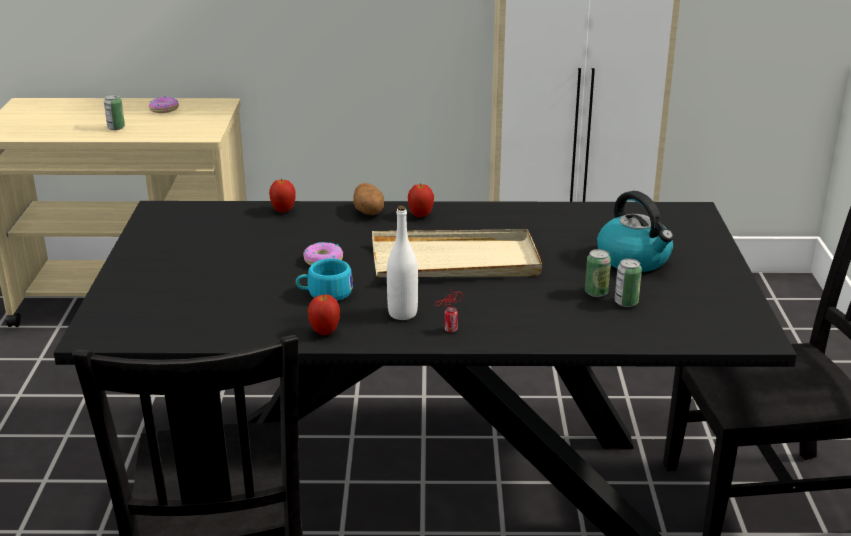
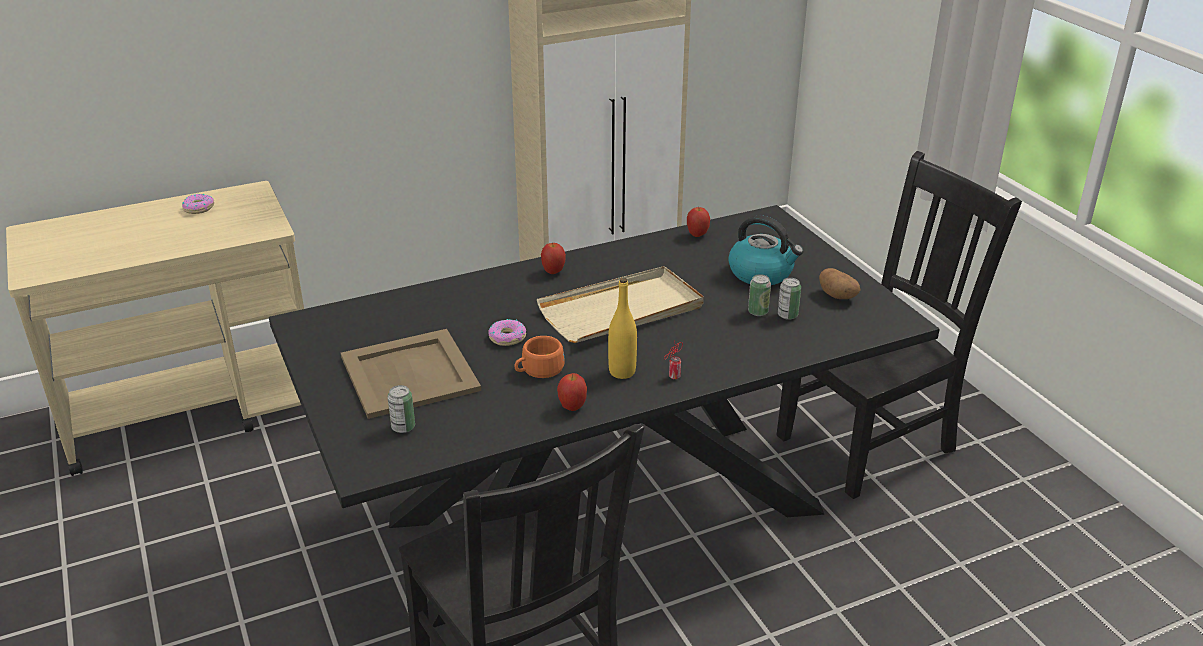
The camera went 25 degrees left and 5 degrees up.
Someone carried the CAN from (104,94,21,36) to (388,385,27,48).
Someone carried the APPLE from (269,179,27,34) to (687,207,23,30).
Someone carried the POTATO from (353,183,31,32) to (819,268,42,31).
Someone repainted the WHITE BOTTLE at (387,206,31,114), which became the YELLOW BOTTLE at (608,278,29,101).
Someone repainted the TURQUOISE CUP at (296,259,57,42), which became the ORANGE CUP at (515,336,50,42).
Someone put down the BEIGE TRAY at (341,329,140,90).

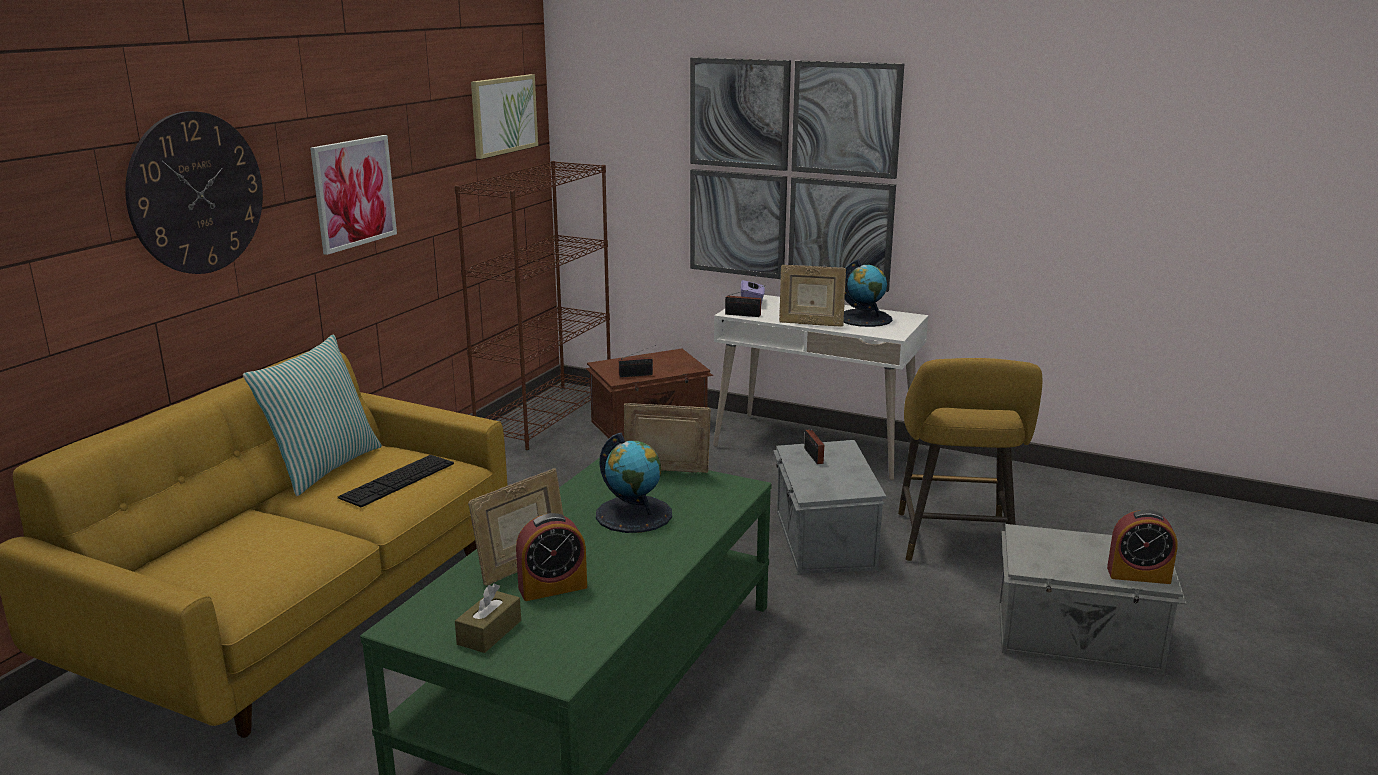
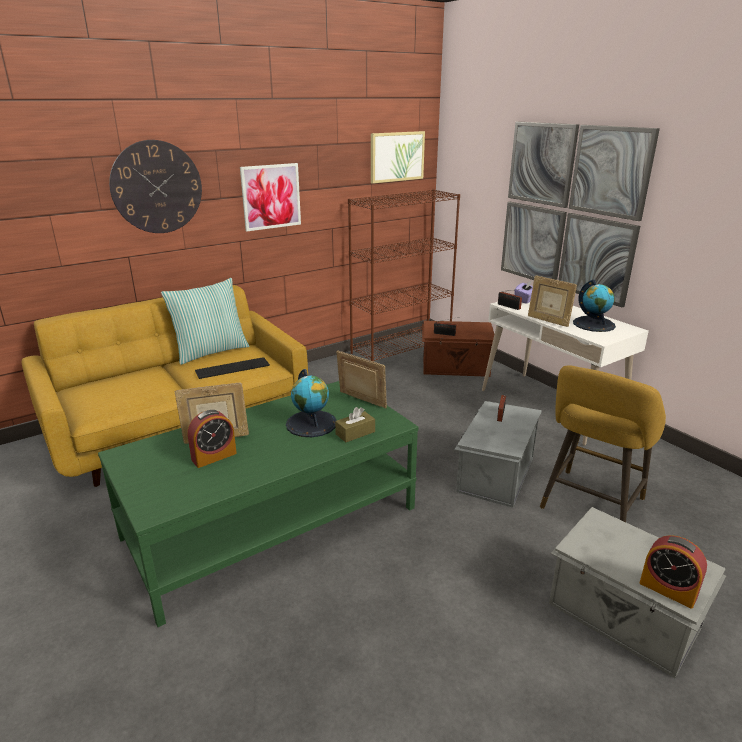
The camera went 30 degrees right and 5 degrees up.
Someone rotated the ALARM CLOCK at (516,513,71,88) by 45 degrees counterclockwise.
Someone carried the BROWN TISSUE BOX from (455,583,66,70) to (335,407,40,36).

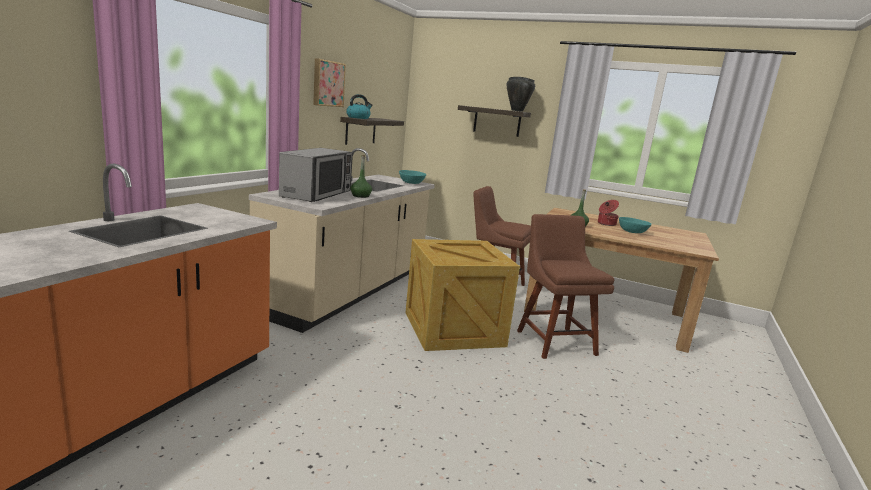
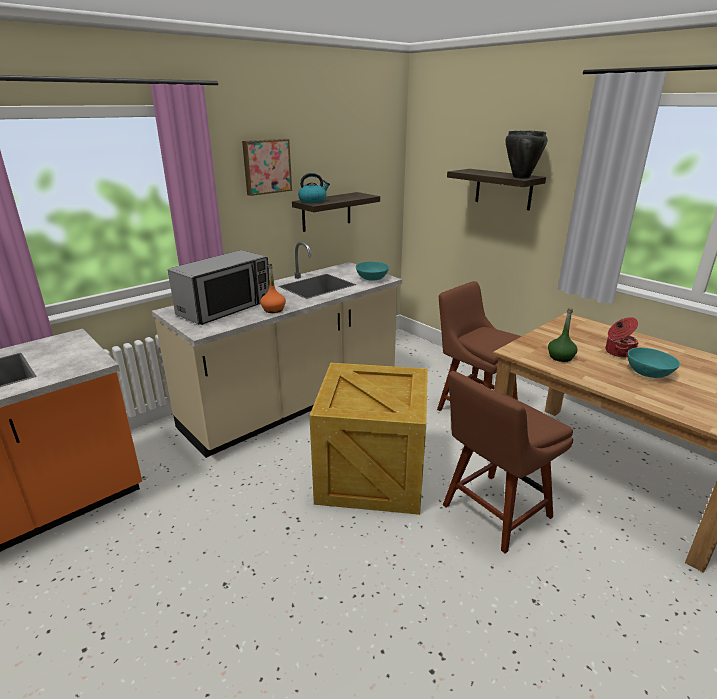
The camera went 25 degrees right and 10 degrees up.
Someone repainted the GREEN BOTTLE at (350,155,22,43), which became the ORANGE BOTTLE at (260,264,26,49).
Someone rotated the BROWN CHAIR at (517,214,97,145) by 135 degrees counterclockwise.

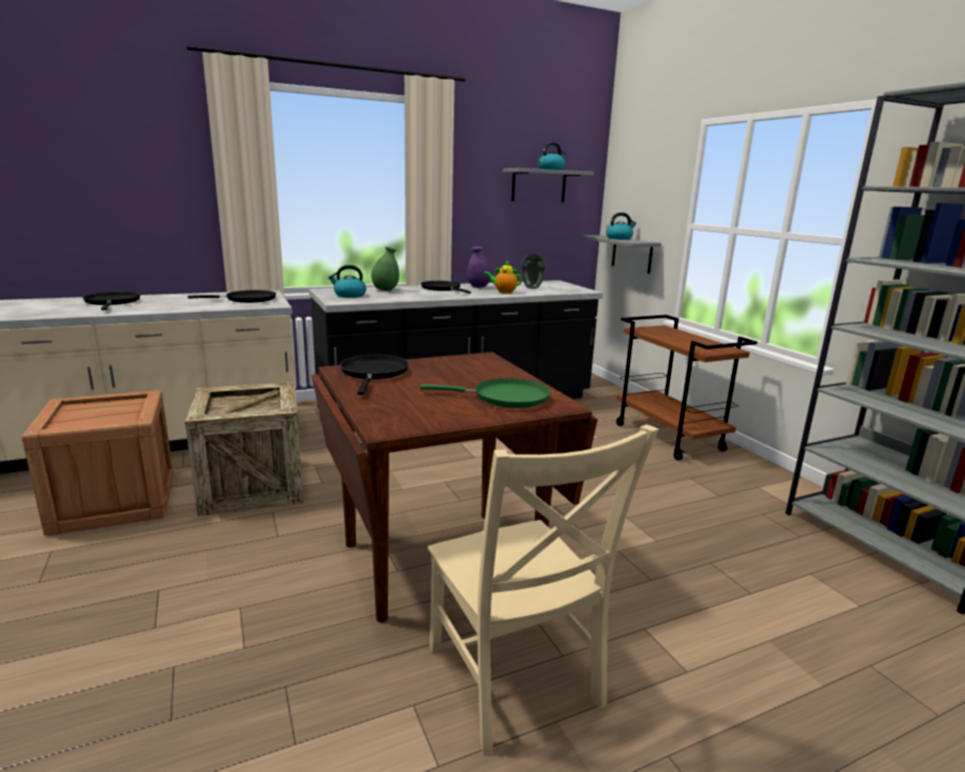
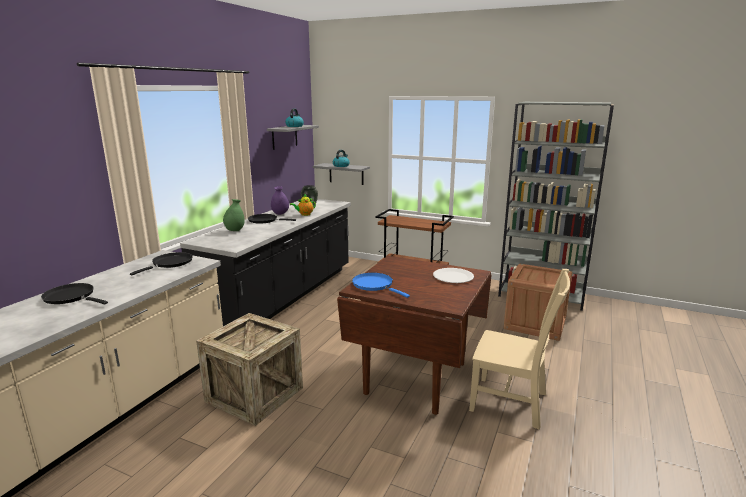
The camera went 40 degrees left and 0 degrees up.
Someone took away the KETTLE at (328,265,38,33).
Someone repainted the BLACK FRYING PAN at (340,355,69,40), which became the BLUE FRYING PAN at (352,273,58,25).
Someone swapped the GREEN FRYING PAN at (420,378,131,30) for the WHITE PLATE at (433,268,41,15).
Someone carried the CRATE from (22,390,151,146) to (504,264,68,77).

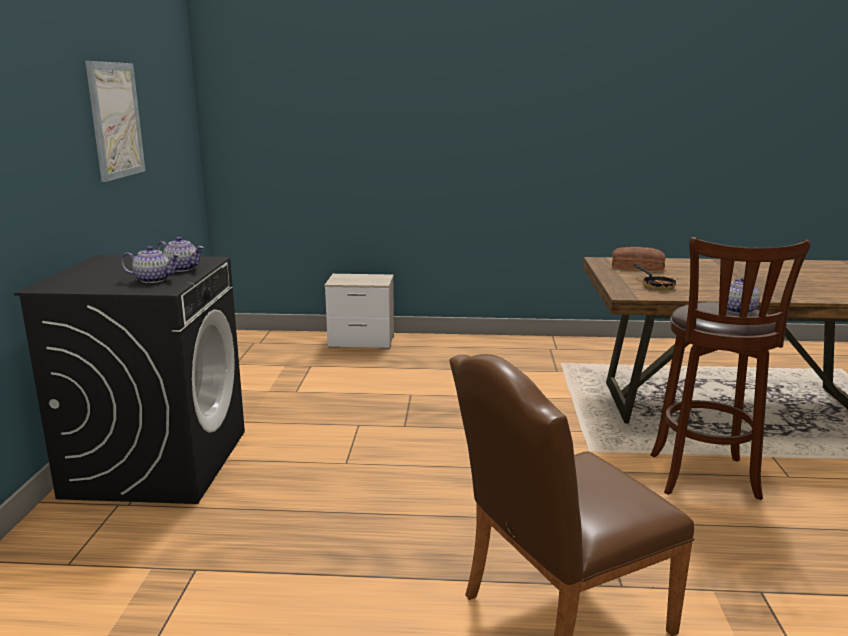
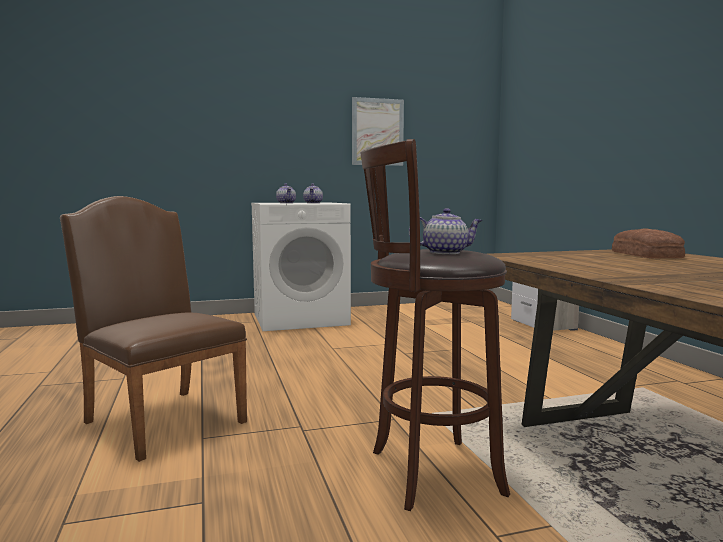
The camera went 70 degrees right and 10 degrees down.
Someone repainted the BLACK WASHING MACHINE at (14,255,231,249), which became the WHITE WASHING MACHINE at (251,203,100,128).
Someone took away the FRYING PAN at (634,264,42,26).

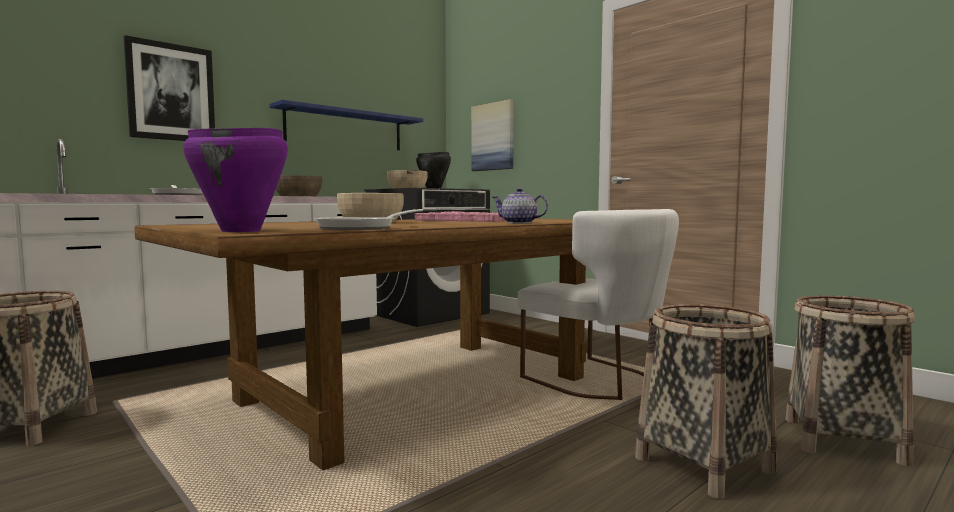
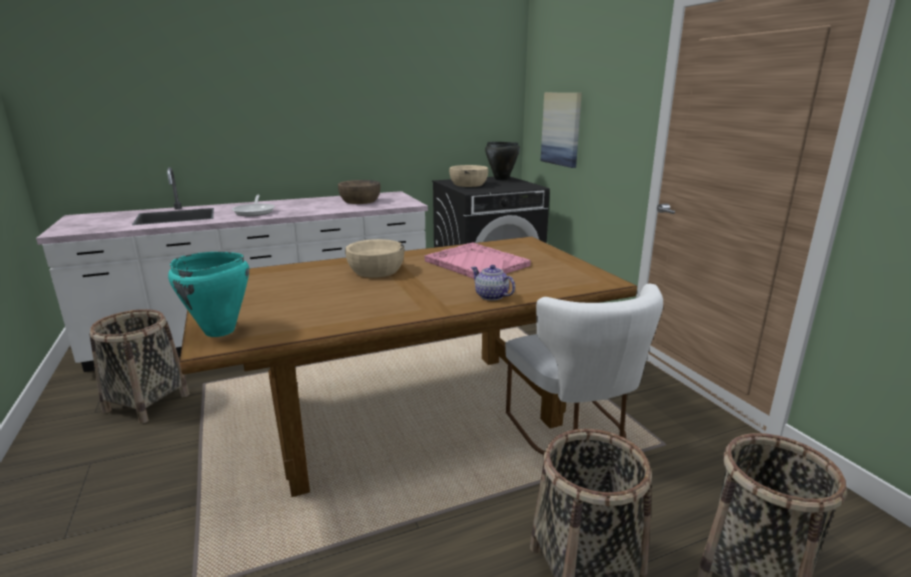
The camera went 20 degrees right and 15 degrees up.
Someone took away the PICTURE at (124,35,91,106).
Someone took away the BLUE SHELF at (269,100,154,50).
Someone repainted the PURPLE COOKING POT at (183,128,105,104), which became the TURQUOISE COOKING POT at (168,252,81,85).
Someone took away the FRYING PAN at (314,209,110,21).

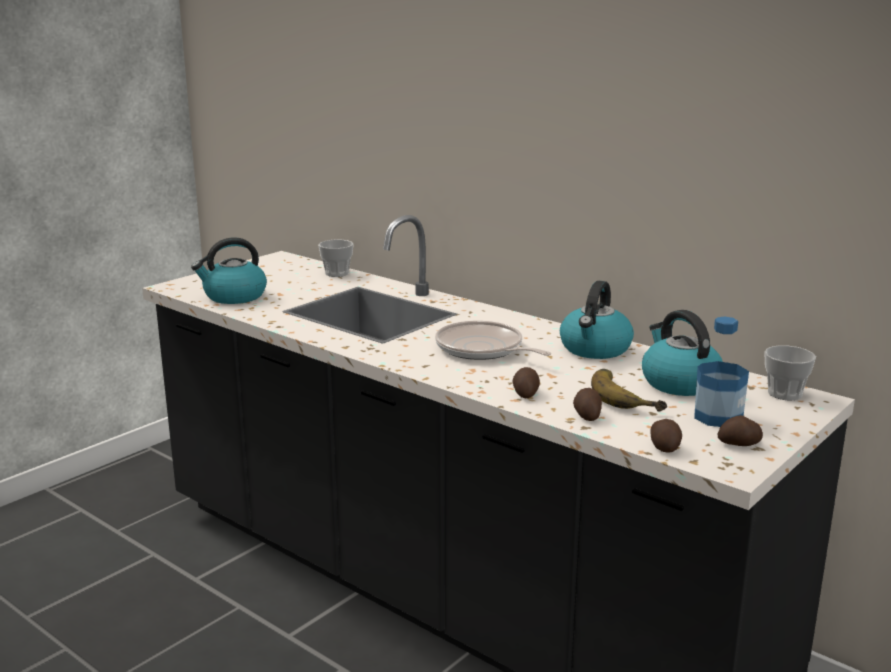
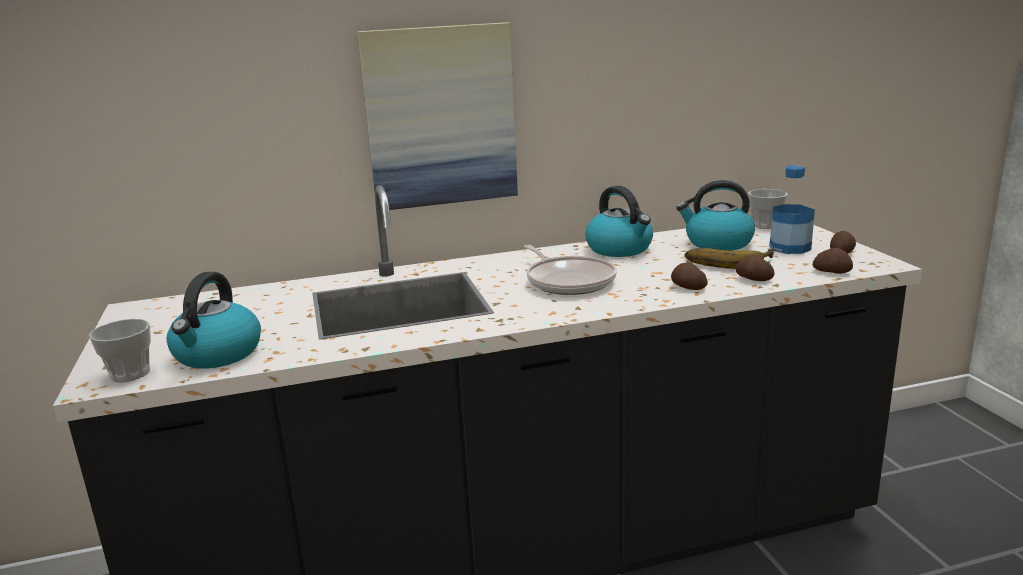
The camera went 55 degrees left and 0 degrees up.
Someone carried the CUP from (318,240,36,37) to (89,319,62,63).
Someone rotated the FRYING PAN at (435,321,116,39) by 105 degrees counterclockwise.
Someone put up the PICTURE at (357,22,161,188).

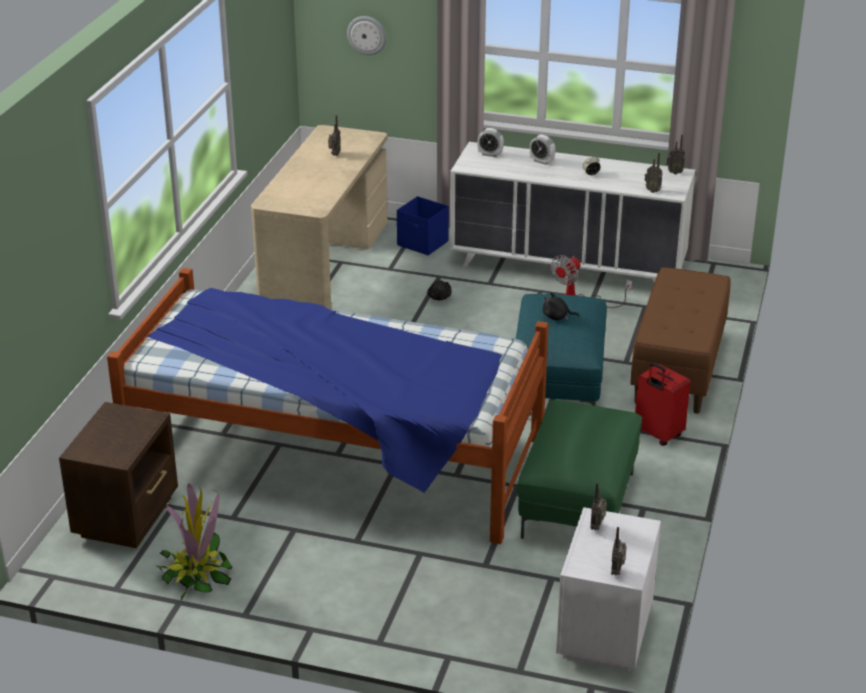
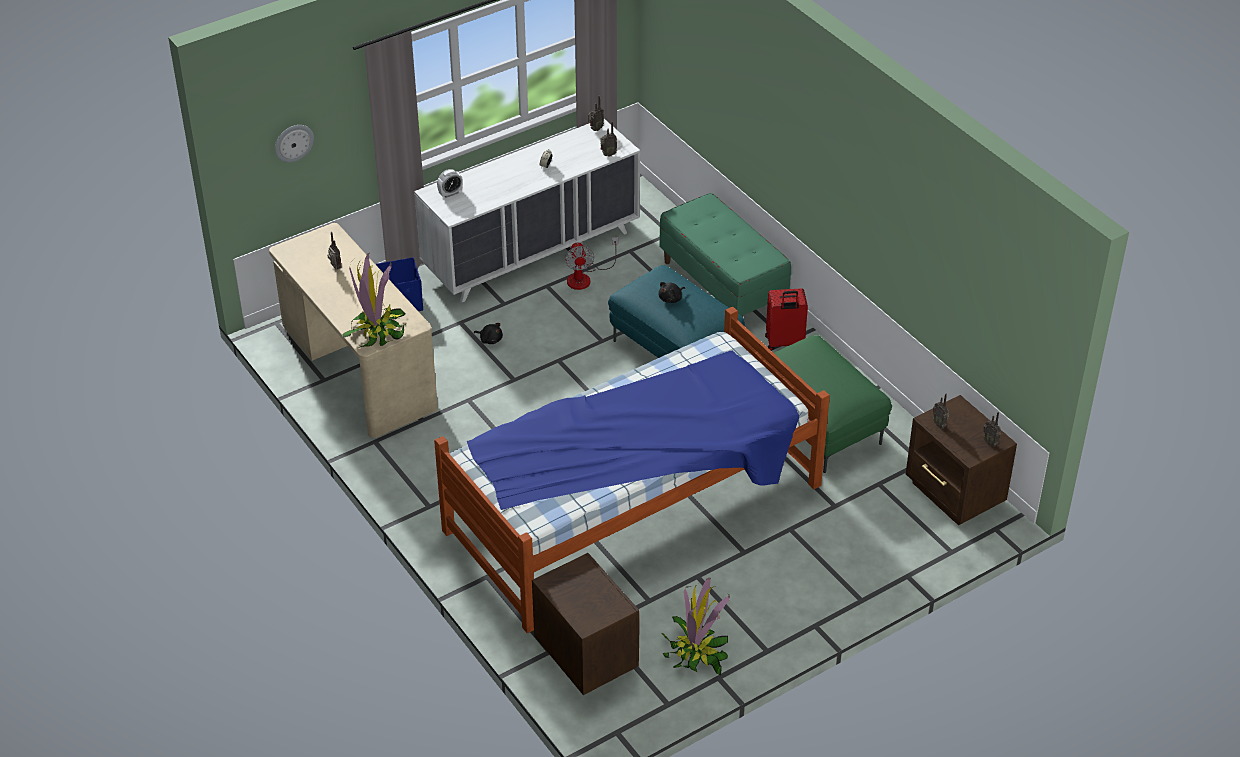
The camera went 50 degrees left and 10 degrees up.
Someone took away the ALARM CLOCK at (530,135,26,30).
Someone repainted the BROWN BENCH at (630,267,101,147), which became the GREEN BENCH at (660,193,131,124).
Someone repainted the WHITE NIGHTSTAND at (556,507,105,164), which became the BROWN NIGHTSTAND at (906,395,111,131).
Someone put down the POTTED PLANT at (343,252,63,96).

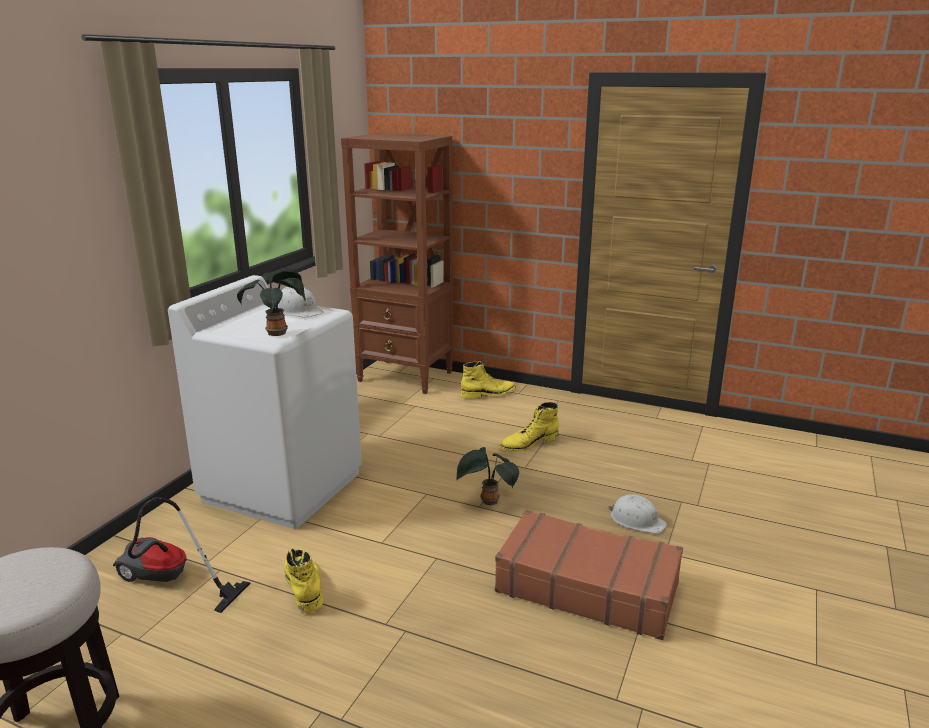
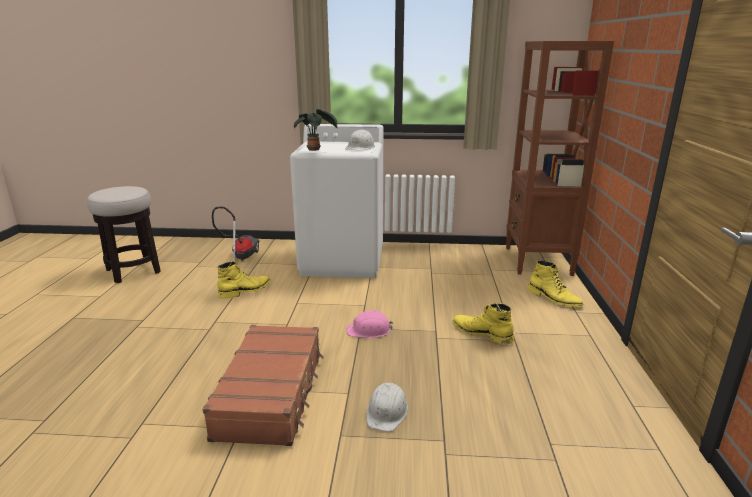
The camera went 70 degrees right and 0 degrees up.
Someone swapped the POTTED PLANT at (457,447,62,58) for the PINK HARD HAT at (346,310,47,28).

